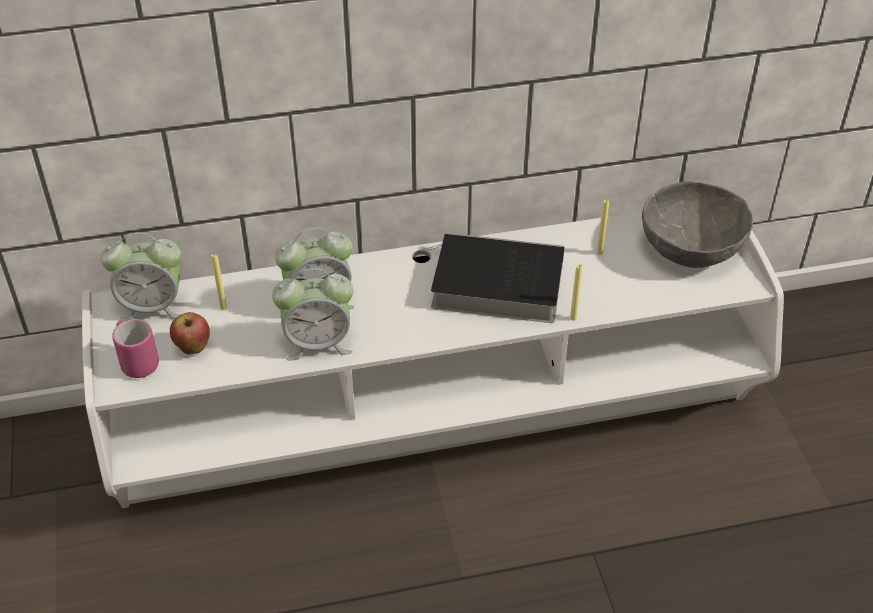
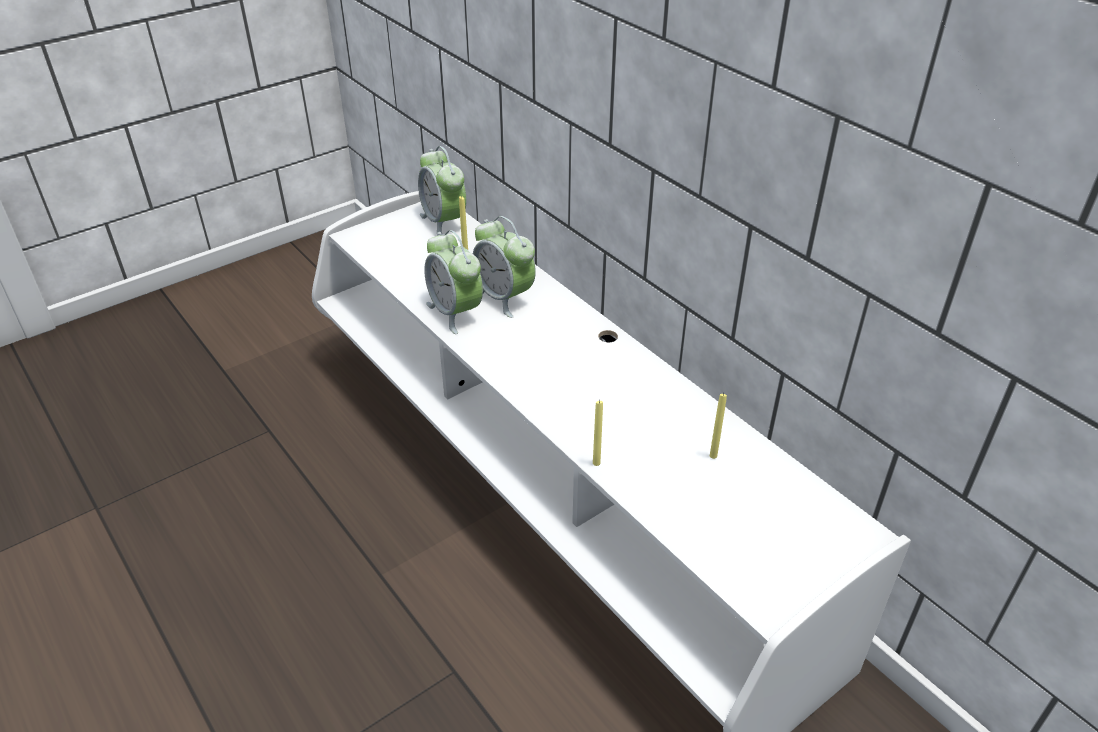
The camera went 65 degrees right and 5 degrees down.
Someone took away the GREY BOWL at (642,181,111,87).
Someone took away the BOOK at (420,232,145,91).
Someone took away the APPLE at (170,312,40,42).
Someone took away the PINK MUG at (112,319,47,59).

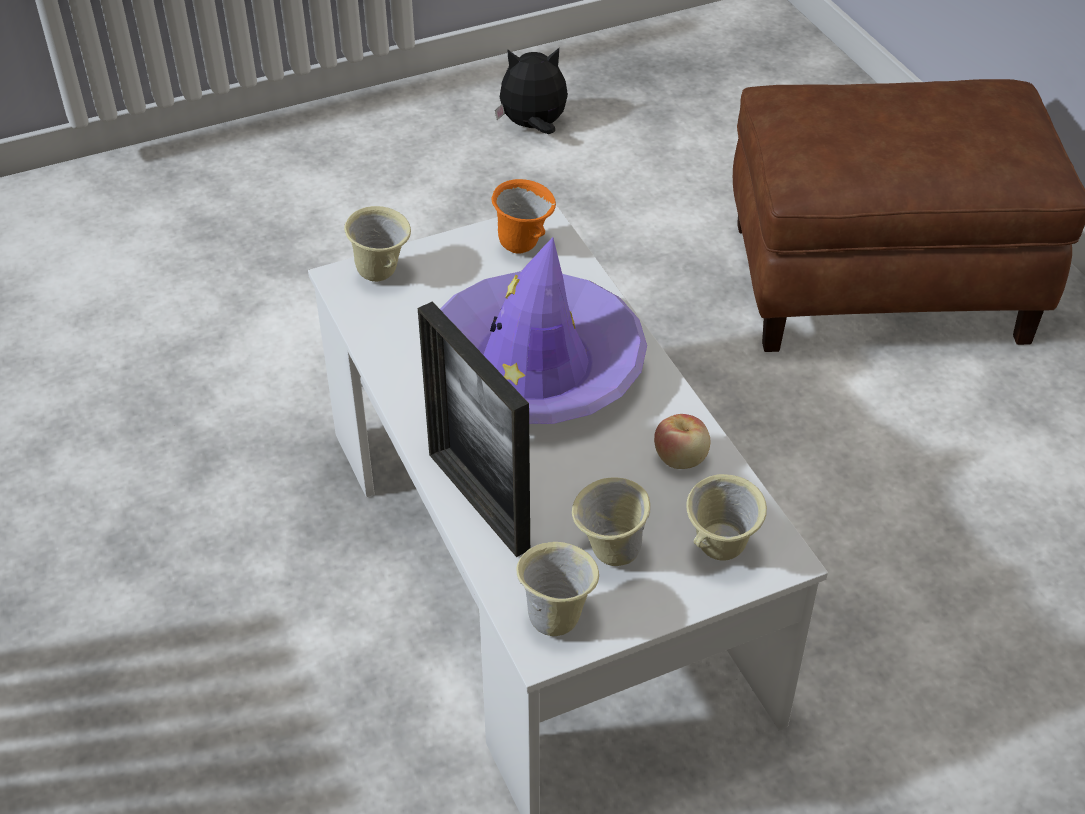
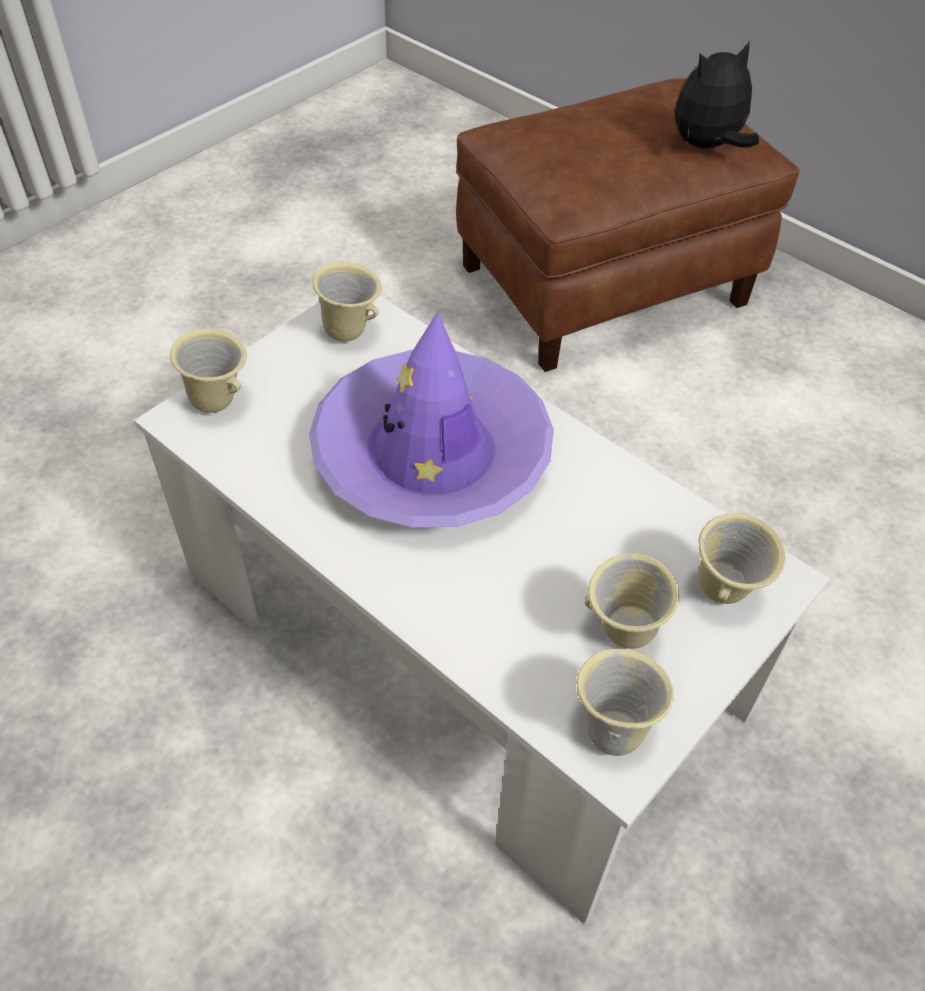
The camera went 25 degrees left and 5 degrees up.
Someone carried the PLUSH TOY from (495,48,73,86) to (675,41,84,107).
Someone repainted the ORANGE MUG at (491,179,65,75), which became the BEIGE MUG at (313,262,69,80).
Someone took away the PICTURE FRAME at (418,301,112,256).
Someone took away the APPLE at (654,414,56,55).

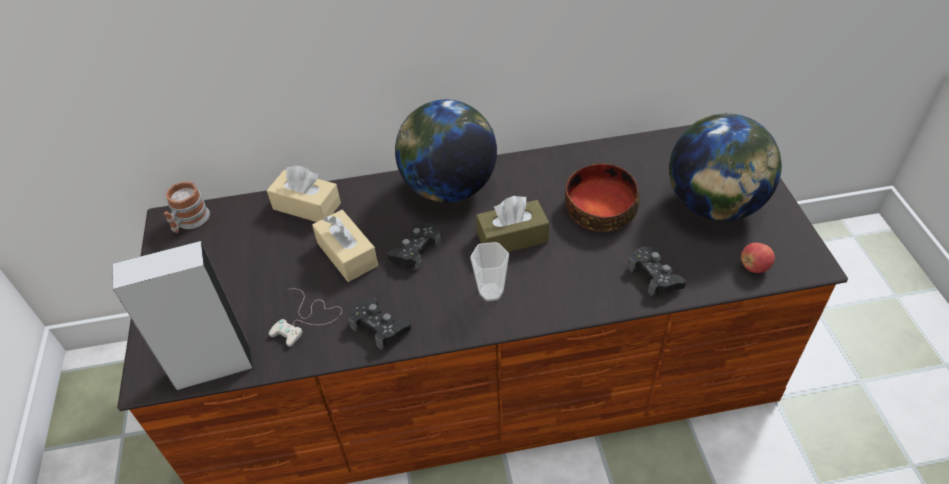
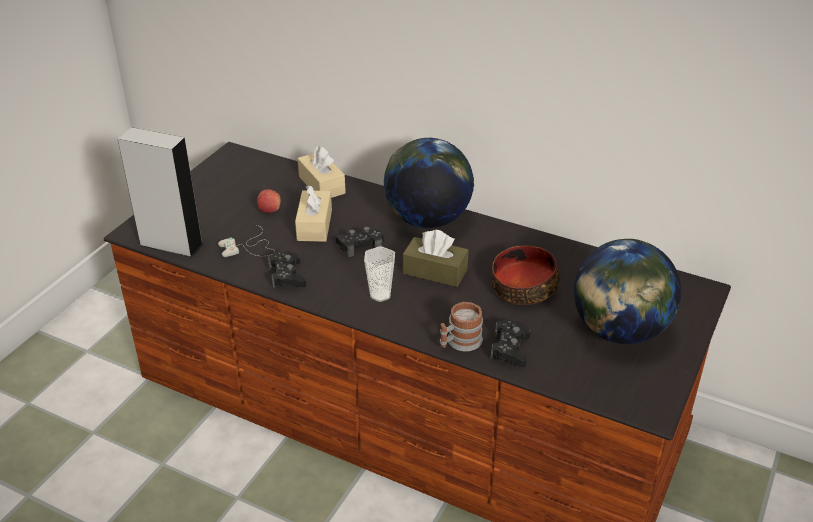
The camera went 35 degrees right and 10 degrees down.
Someone carried the MUG from (164,182,46,51) to (440,302,43,49).
Someone carried the APPLE from (741,243,34,30) to (257,189,24,24).

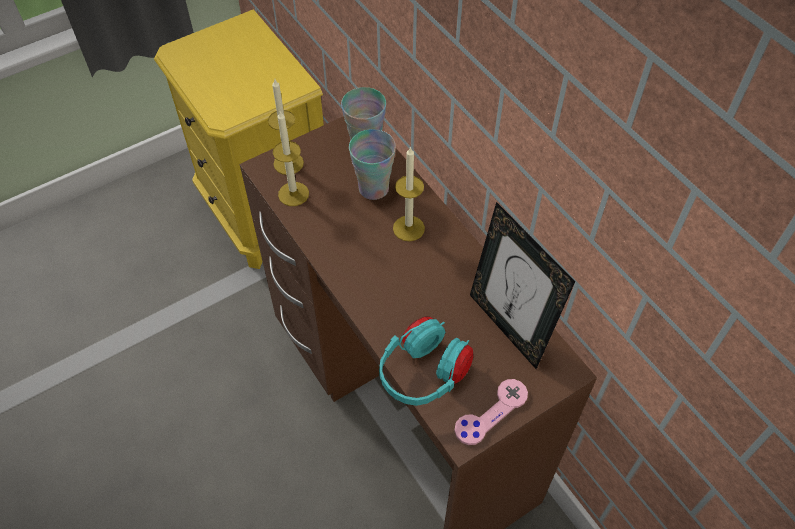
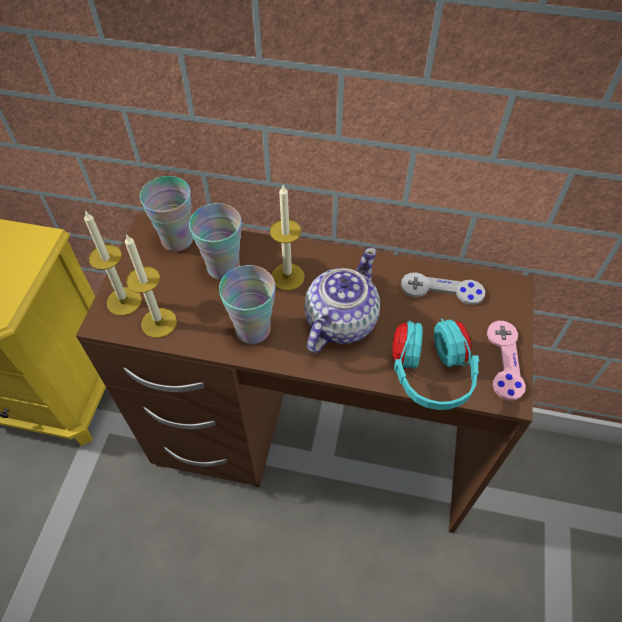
The camera went 45 degrees left and 0 degrees up.
Someone swapped the PICTURE FRAME at (470,202,105,167) for the GREY GAME CONTROLLER at (401,272,84,33).
Someone put down the TEAPOT at (304,247,76,106).
Someone put down the CUP at (219,265,56,79).

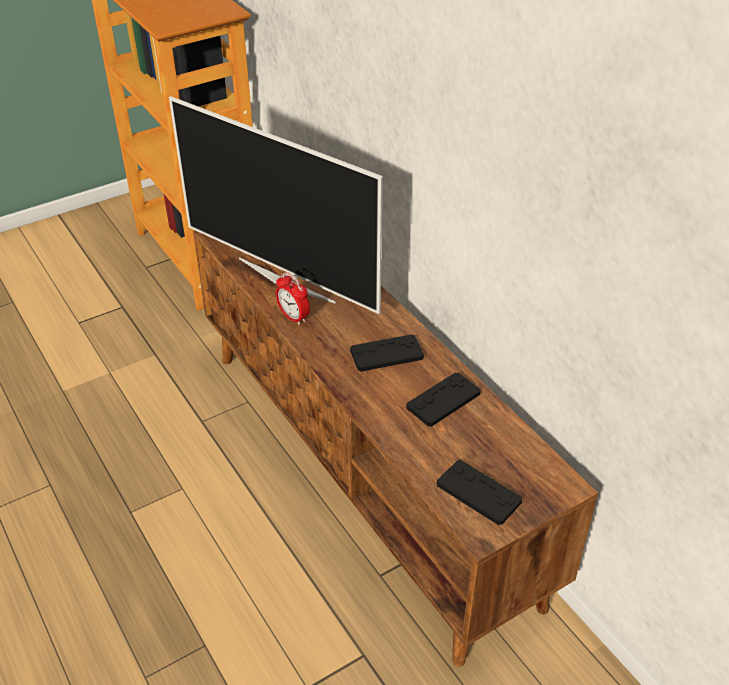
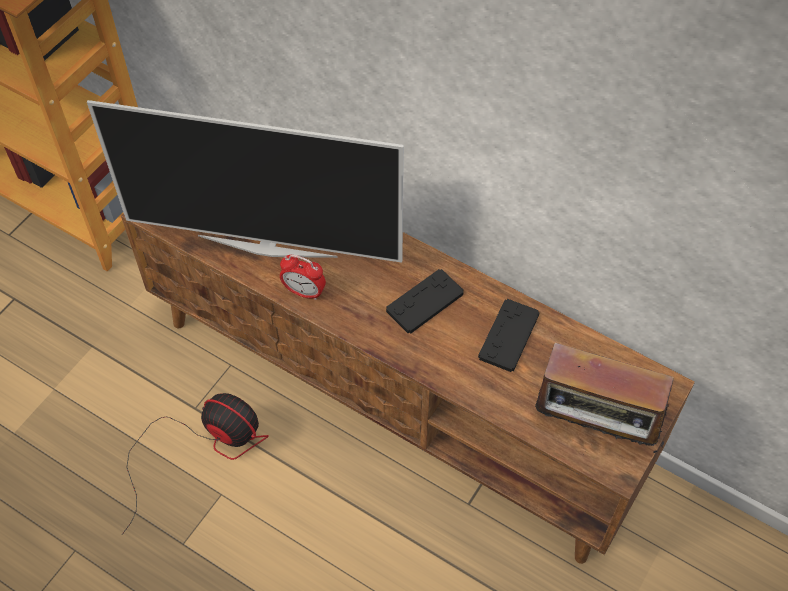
The camera went 25 degrees left and 15 degrees up.
Someone swapped the BLACK GAME CONTROLLER at (437,460,85,65) for the RADIO at (535,343,139,111).
Someone put down the FAN at (122,393,147,142).

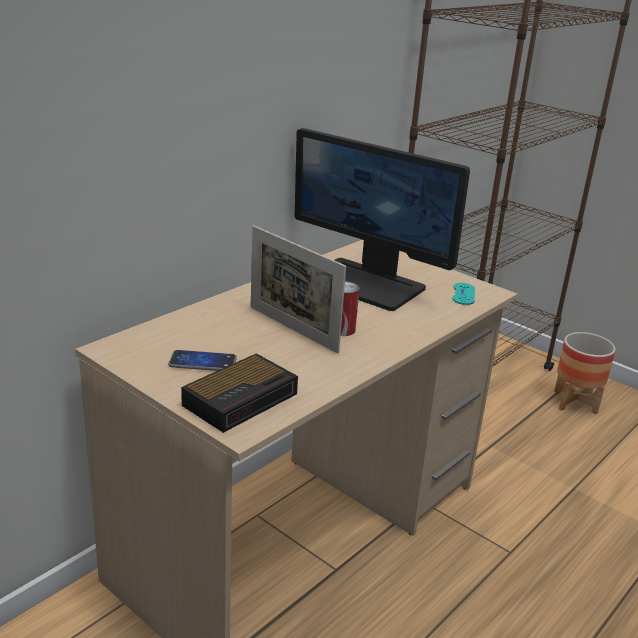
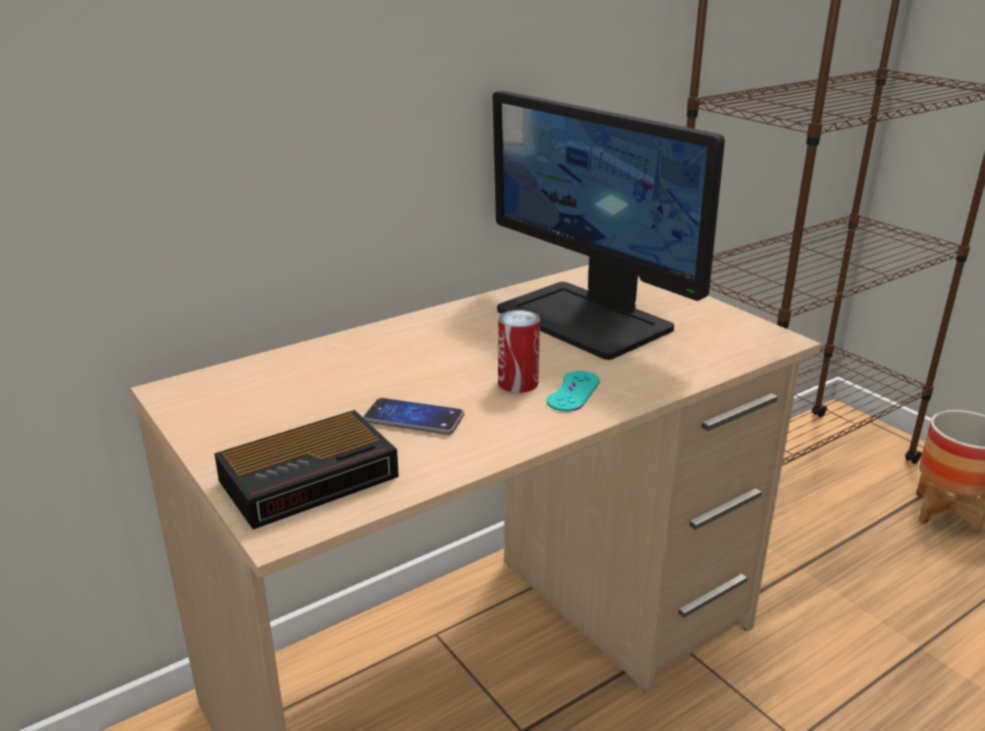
The camera went 15 degrees right and 0 degrees up.
Someone took away the PICTURE FRAME at (251,225,95,129).
Someone carried the TURQUOISE GAME CONTROLLER from (452,283,23,22) to (547,371,53,41).
Someone carried the PHONE from (168,350,69,21) to (363,398,101,37).

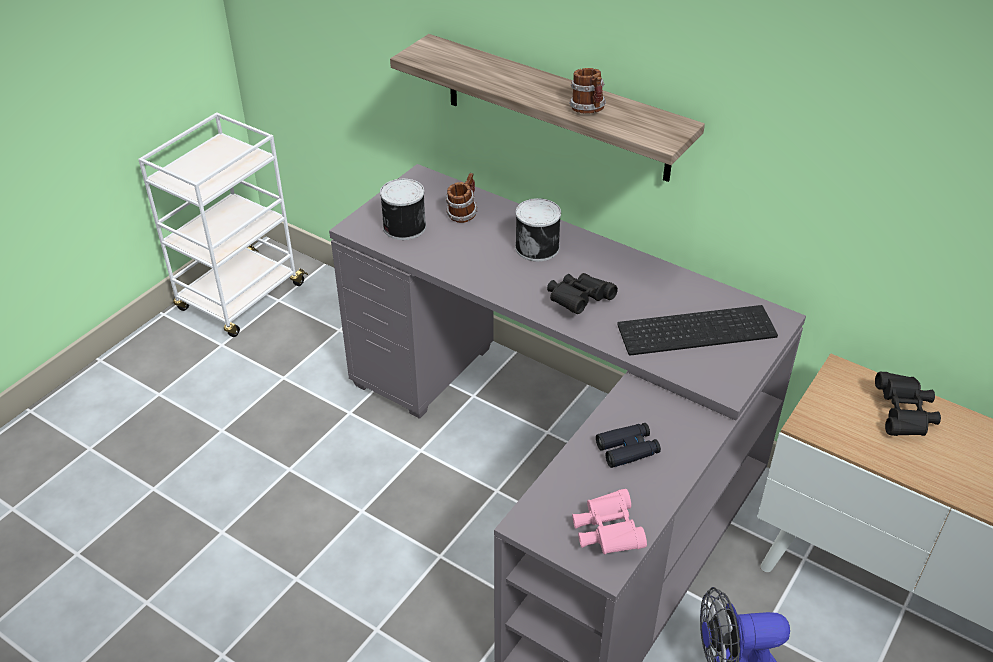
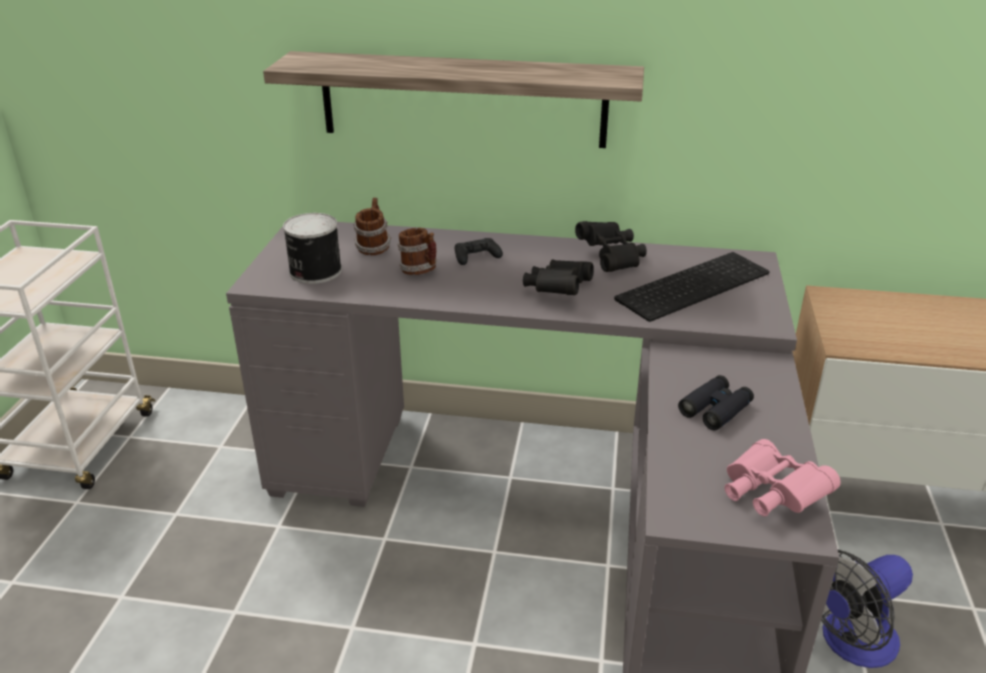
The camera went 25 degrees left and 10 degrees down.
Someone carried the MUG from (569,68,37,46) to (398,228,39,47).
Someone swapped the CAN at (515,198,46,64) for the BLACK GAME CONTROLLER at (455,238,48,27).
Someone carried the BLACK BINOCULARS from (875,372,66,64) to (575,221,72,51).

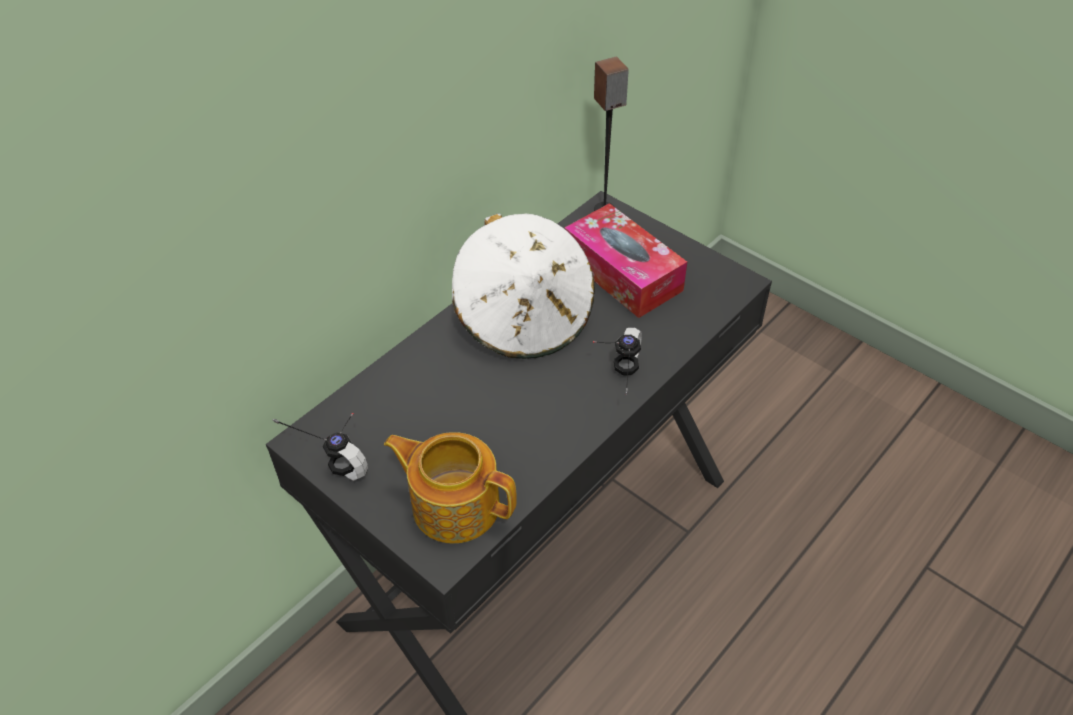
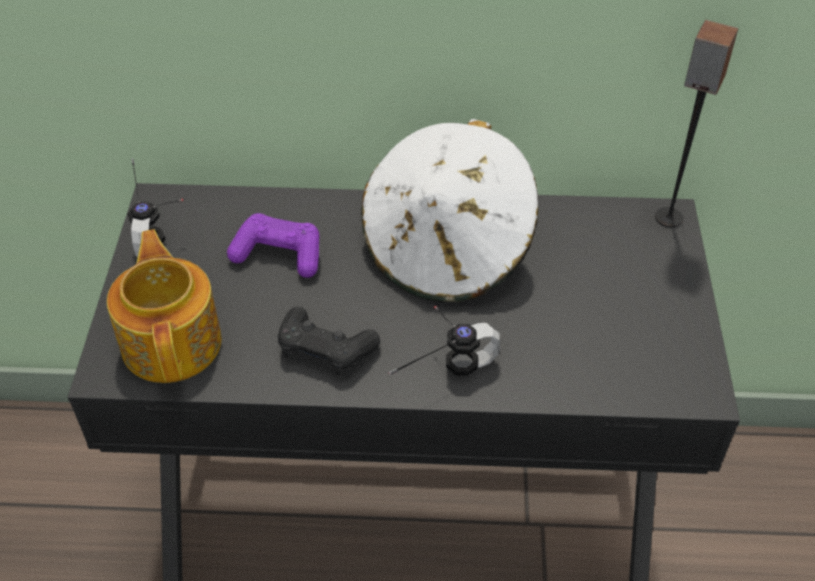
The camera went 50 degrees right and 0 degrees up.
Someone took away the TISSUE BOX at (564,203,123,115).
Someone put down the PURPLE GAME CONTROLLER at (227,213,92,65).
Someone put down the BLACK GAME CONTROLLER at (278,306,102,69).

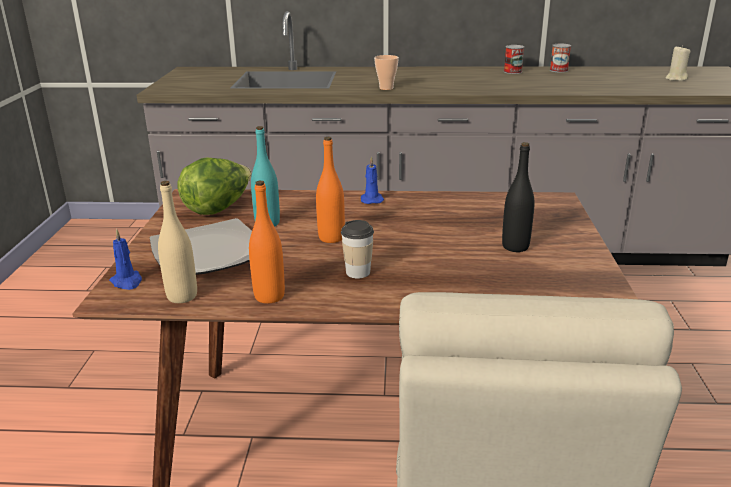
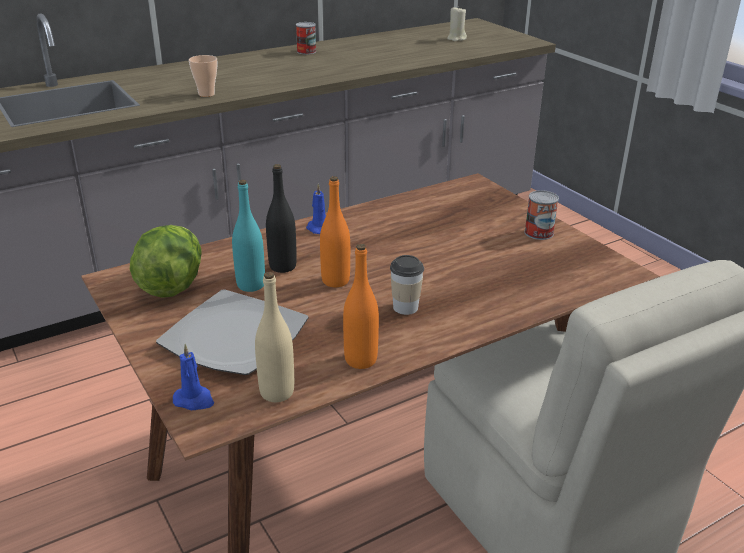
The camera went 35 degrees left and 5 degrees up.
Someone carried the CAN from (550,44,21,29) to (524,190,35,50).
Someone carried the BLACK BOTTLE from (502,142,33,110) to (266,164,31,109).

